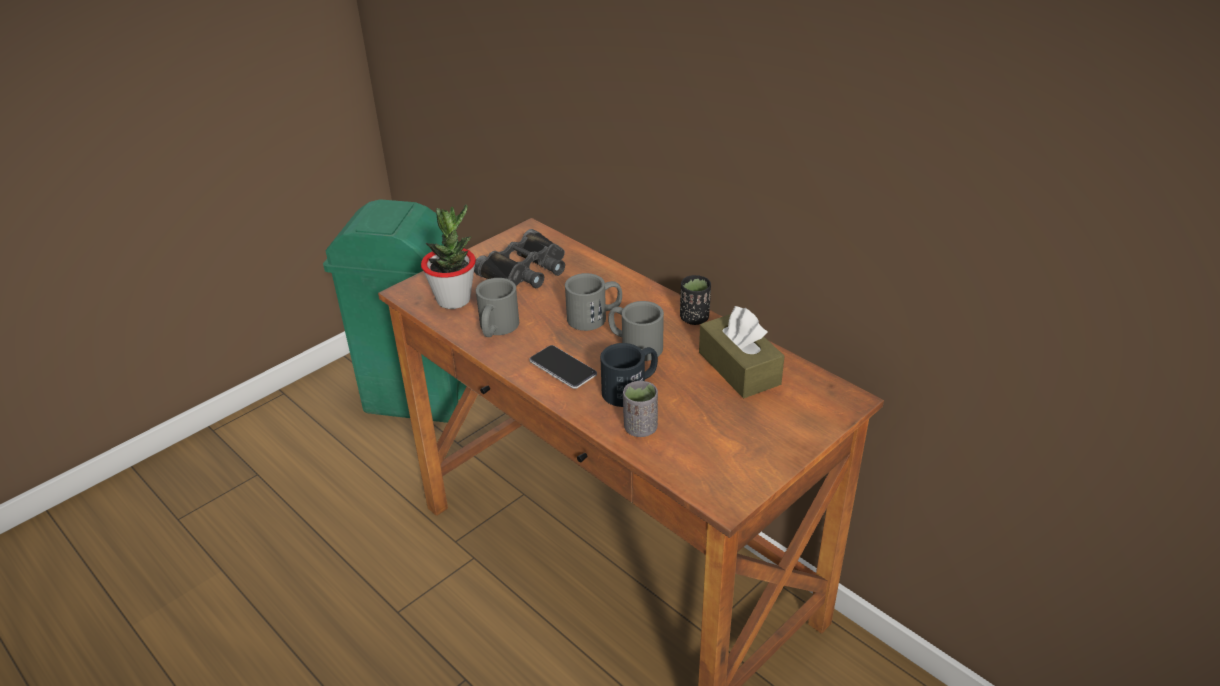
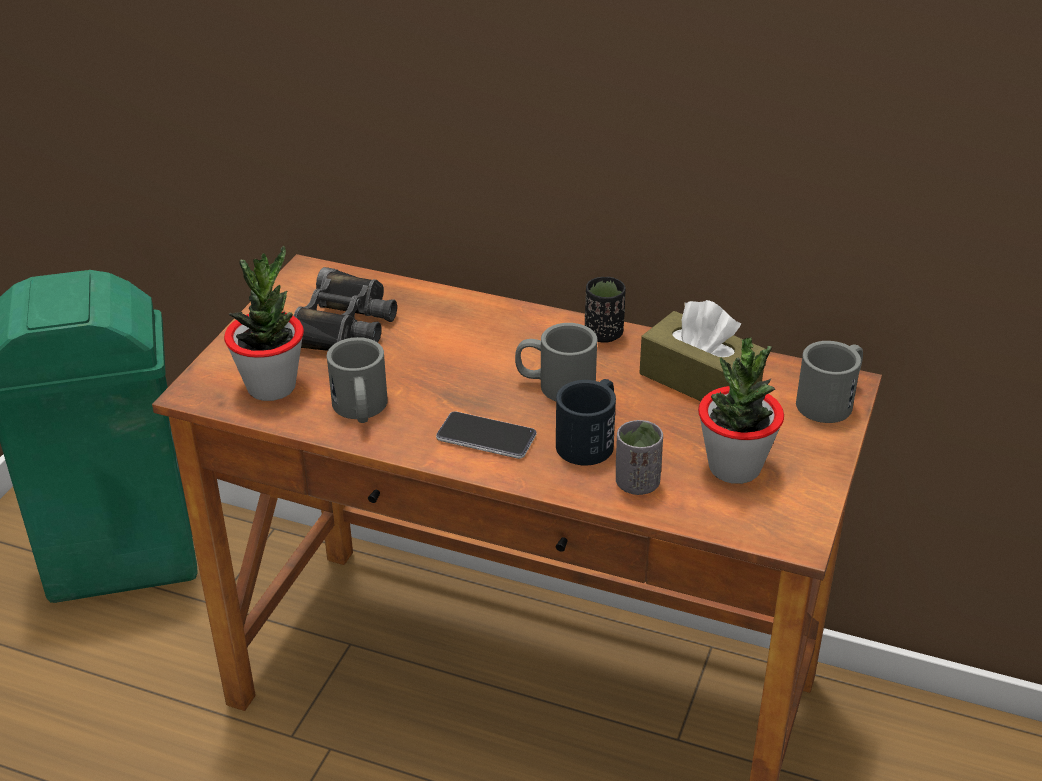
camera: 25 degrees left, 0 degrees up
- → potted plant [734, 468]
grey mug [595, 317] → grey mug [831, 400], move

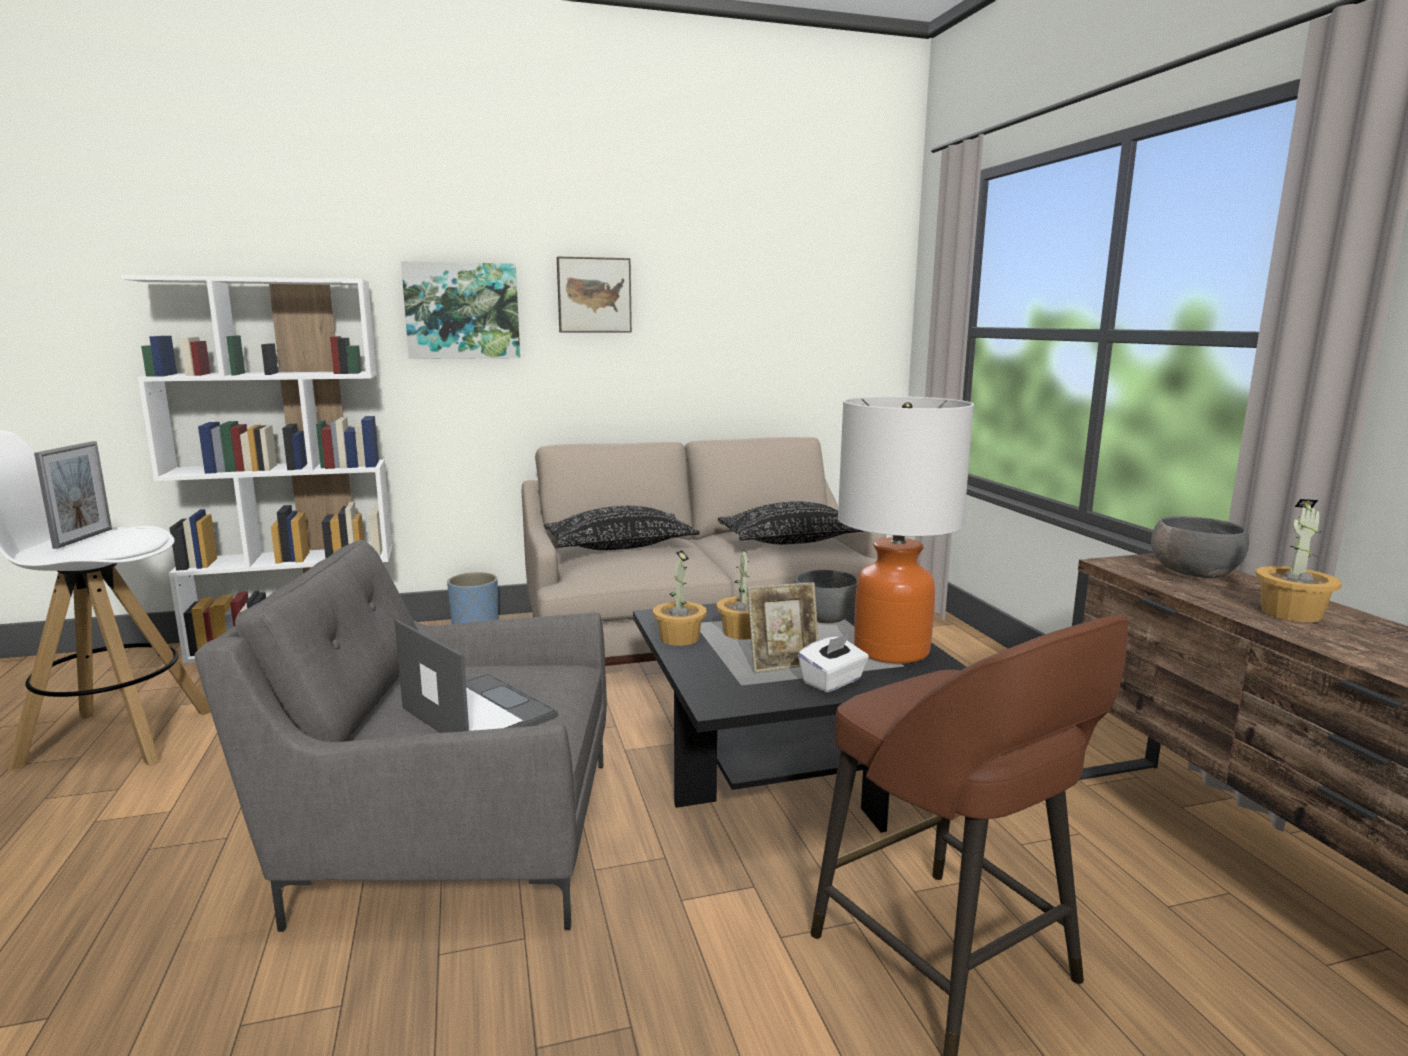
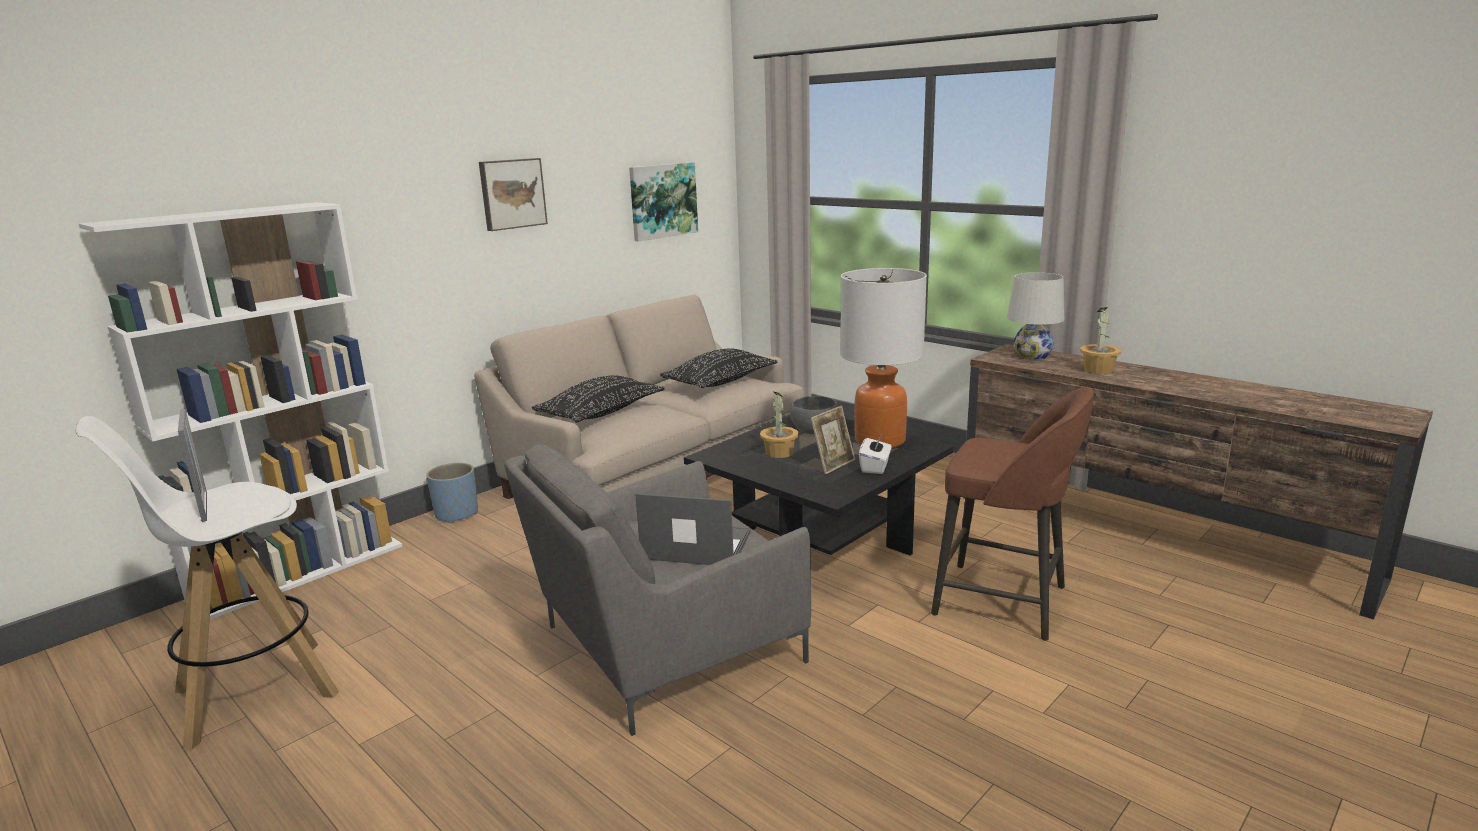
camera: 30 degrees left, 5 degrees up
potted plant [679, 638] → -
picture [462, 311] → picture [662, 200], move
grey bowl [1193, 572] → white table lamp [1032, 356]

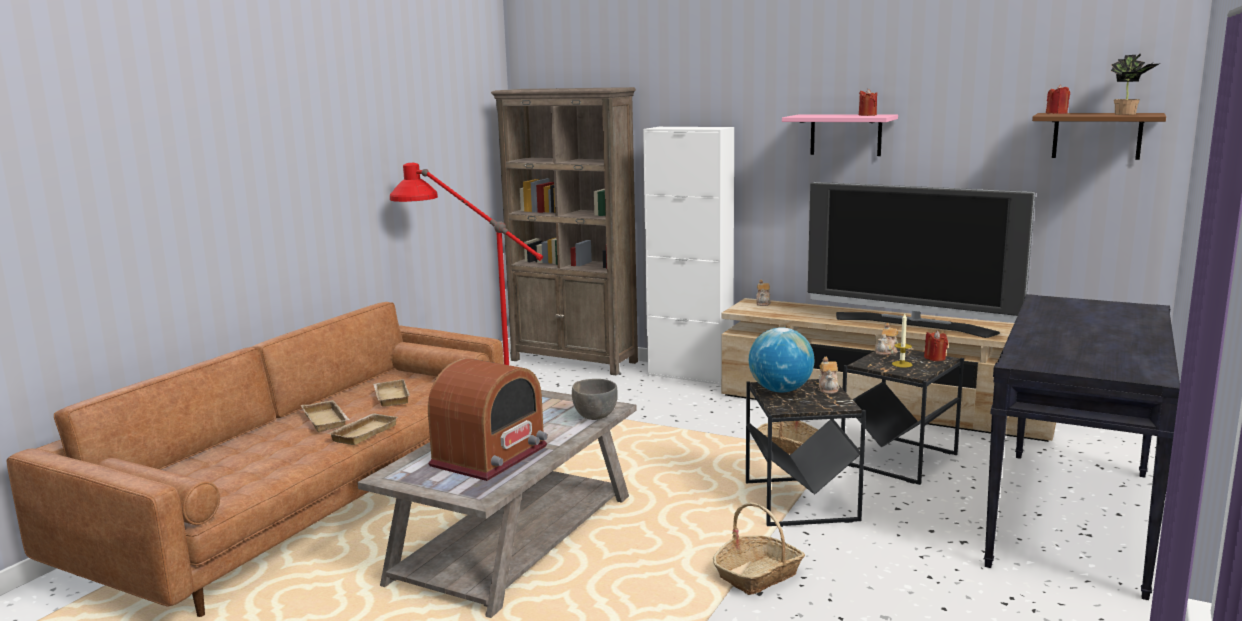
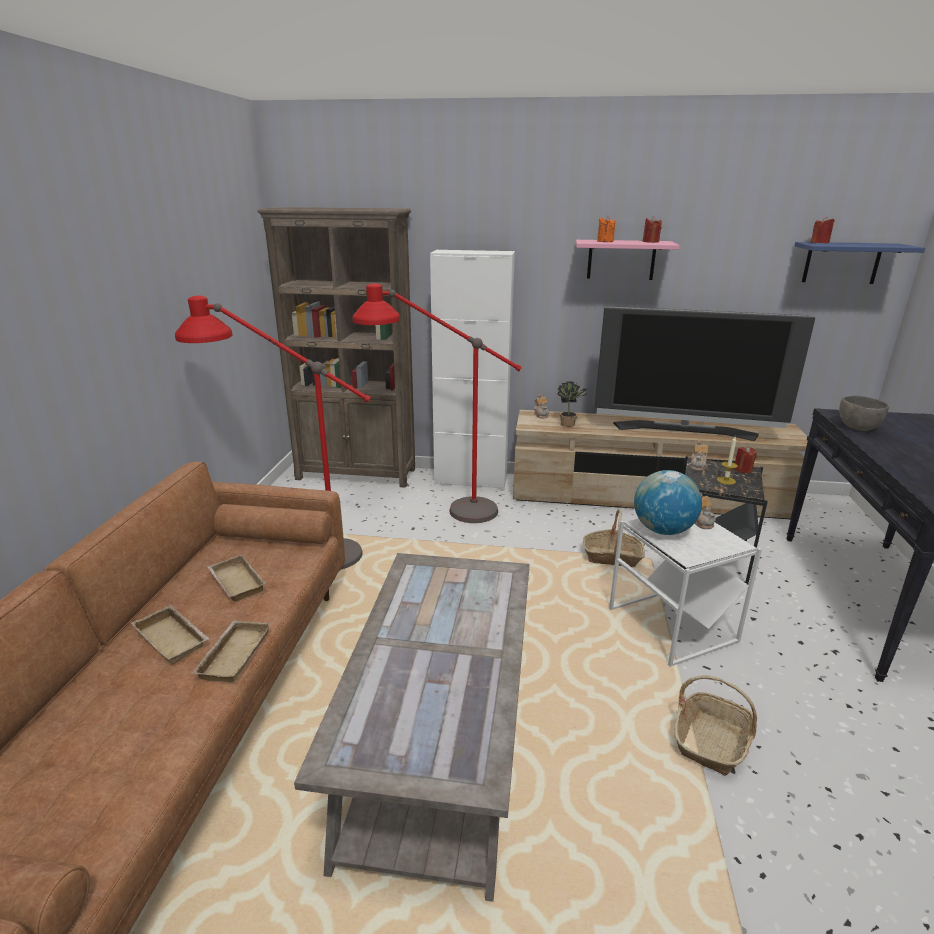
camera: 20 degrees left, 10 degrees up
radio [490, 456] → -
- → red floor lamp [438, 511]
- → orange candle [605, 241]
grey bowl [595, 416] → grey bowl [857, 428], move
potted plant [1128, 114] → potted plant [570, 424], move
black side table [800, 502] → white side table [671, 626]
brown shelf [1097, 136] → blue shelf [841, 263]

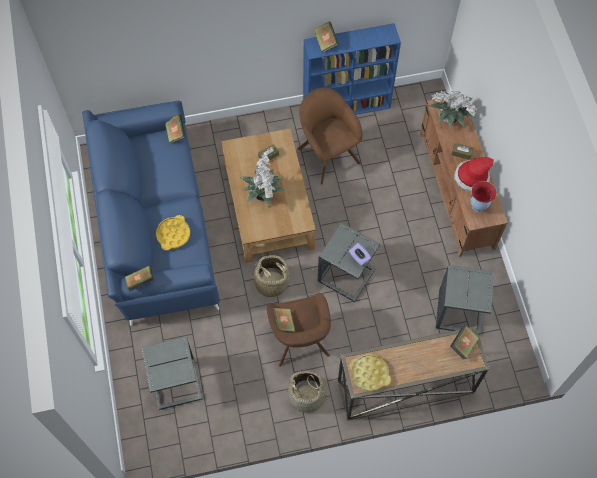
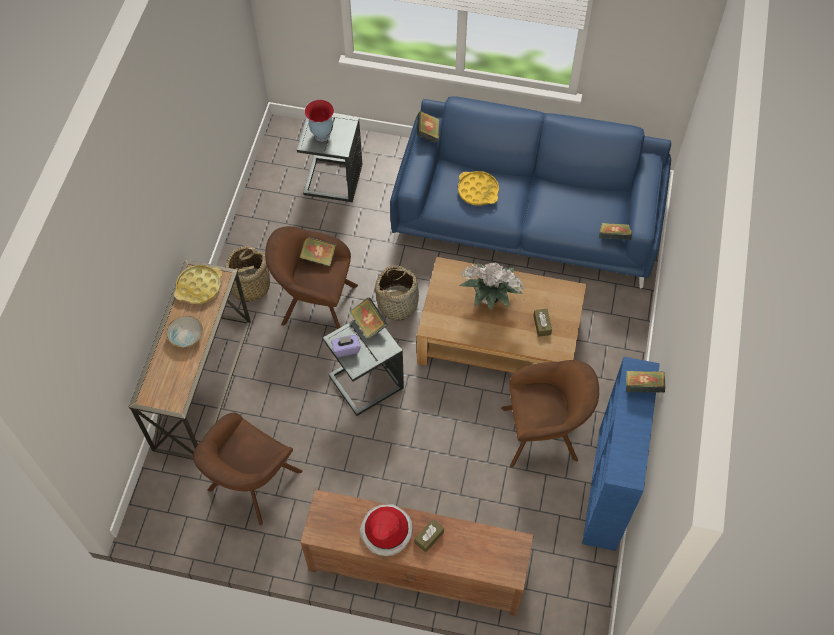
camera: 115 degrees right, 5 degrees down
potted plant [450, 120] → -
- → bowl [186, 336]
book [463, 345] → book [369, 324], move
vase [478, 207] → vase [321, 135], move
grey side table [460, 313] → brown armchair [251, 484]

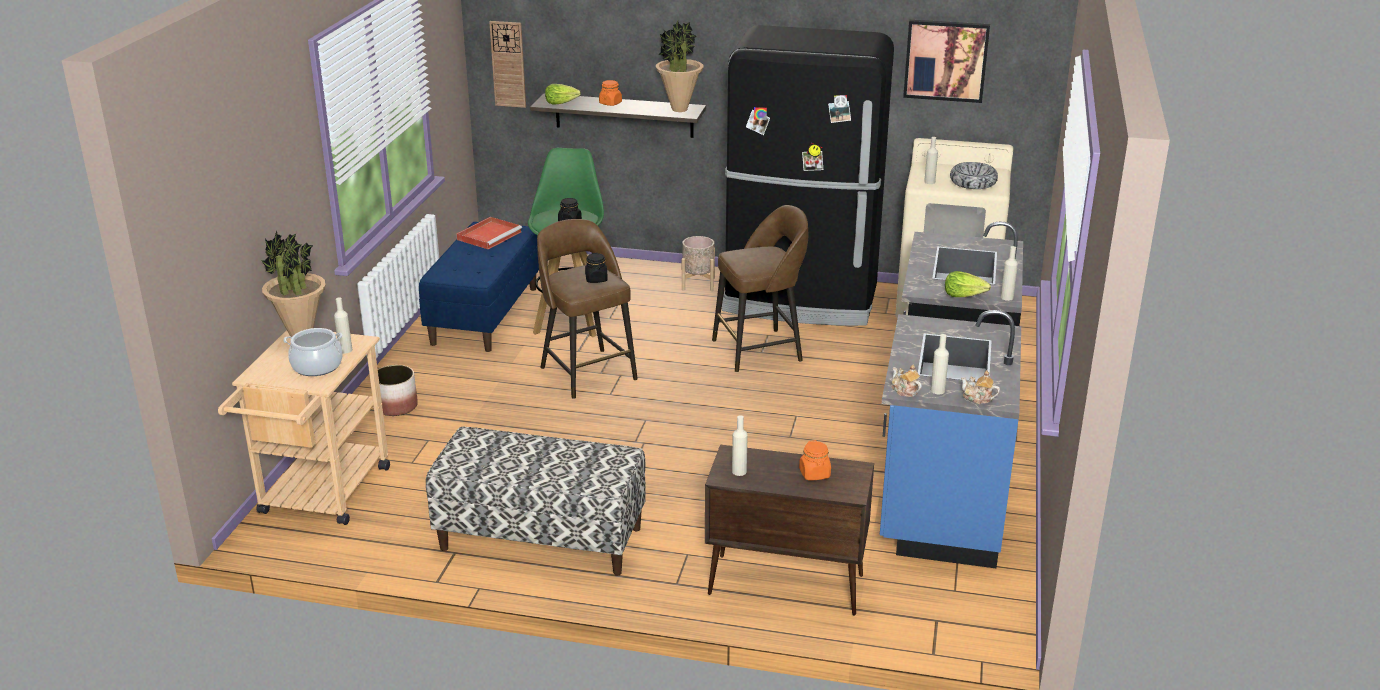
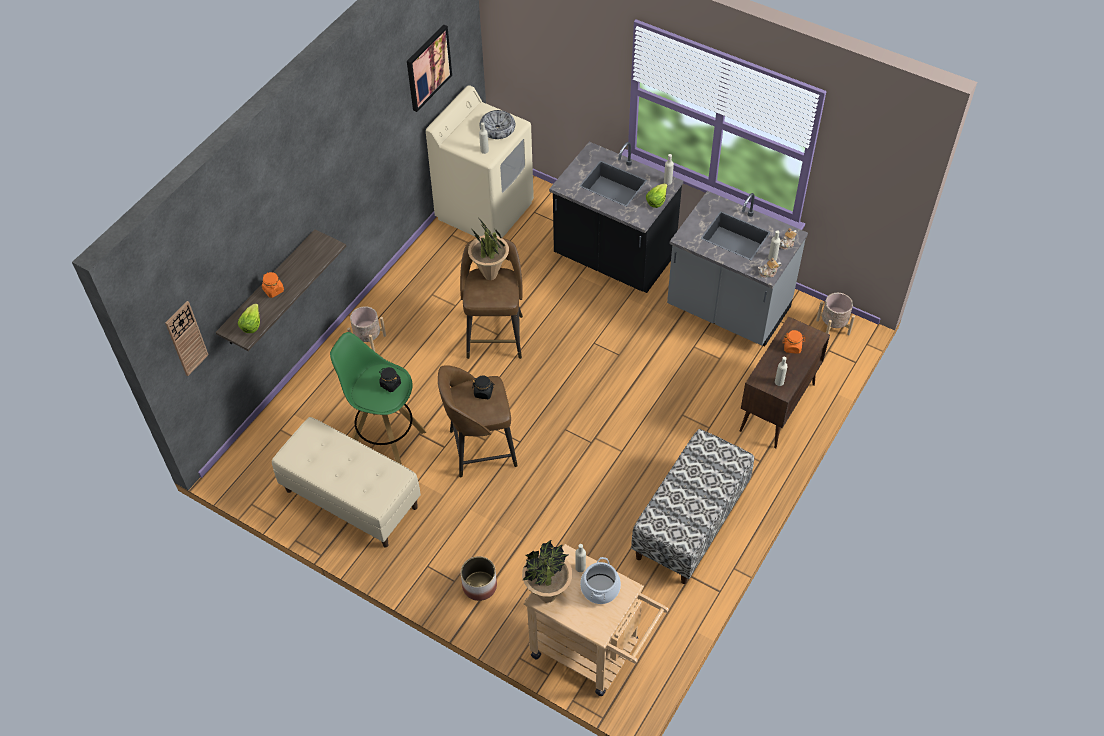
camera: 70 degrees left, 25 degrees up
red tray [490, 235] → -
black fridge [801, 299] → -
- → beige planter [832, 327]
potted plant [679, 109] → potted plant [490, 275], move
blue bench [484, 315] → beige bench [350, 499]
blue counter [939, 510] → grey counter [728, 310]

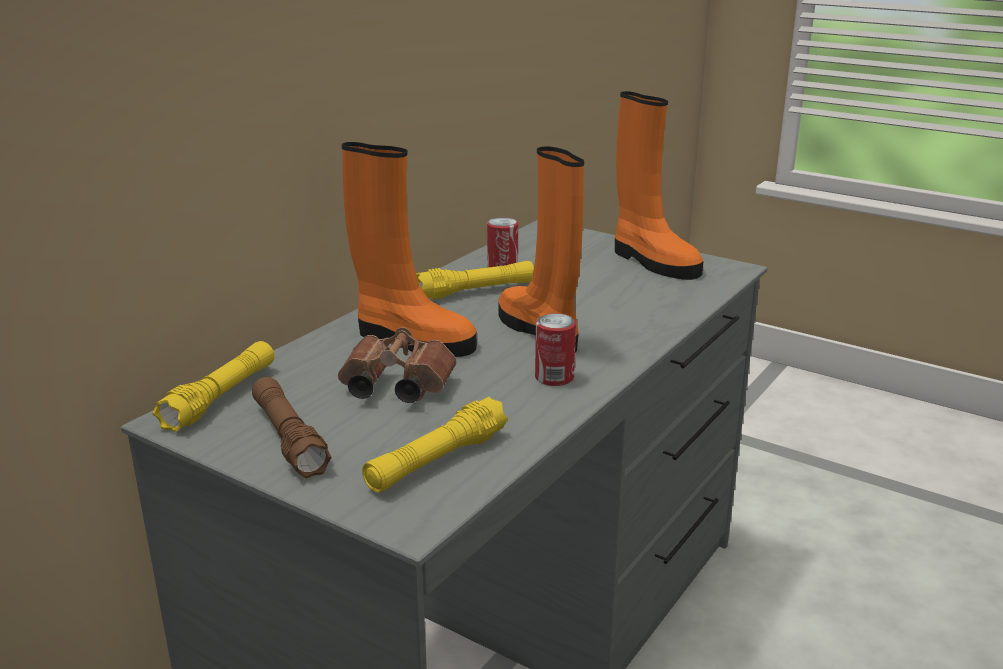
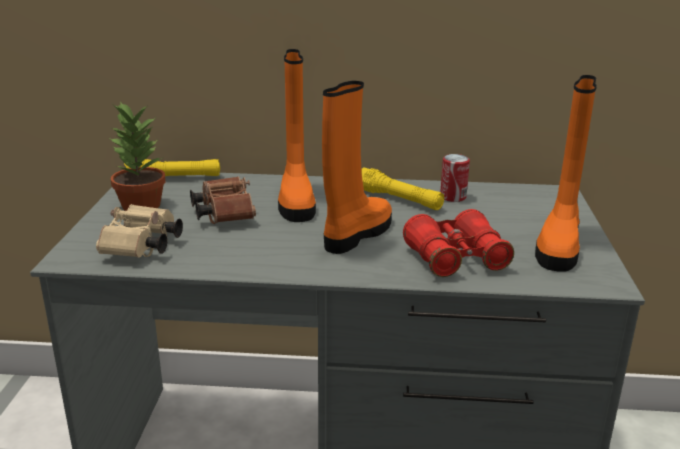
camera: 60 degrees right, 0 degrees up
can [554, 377] → -
- → red binoculars [456, 259]
brown flashlight [289, 439] → potted plant [140, 205]
yellow flashlight [436, 460] → beige binoculars [141, 248]

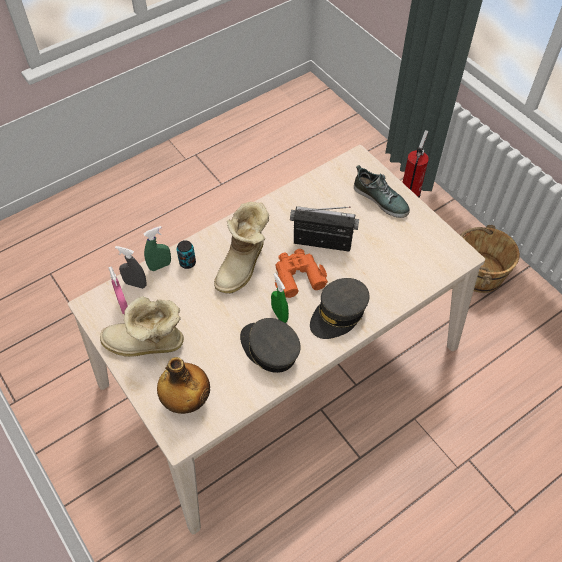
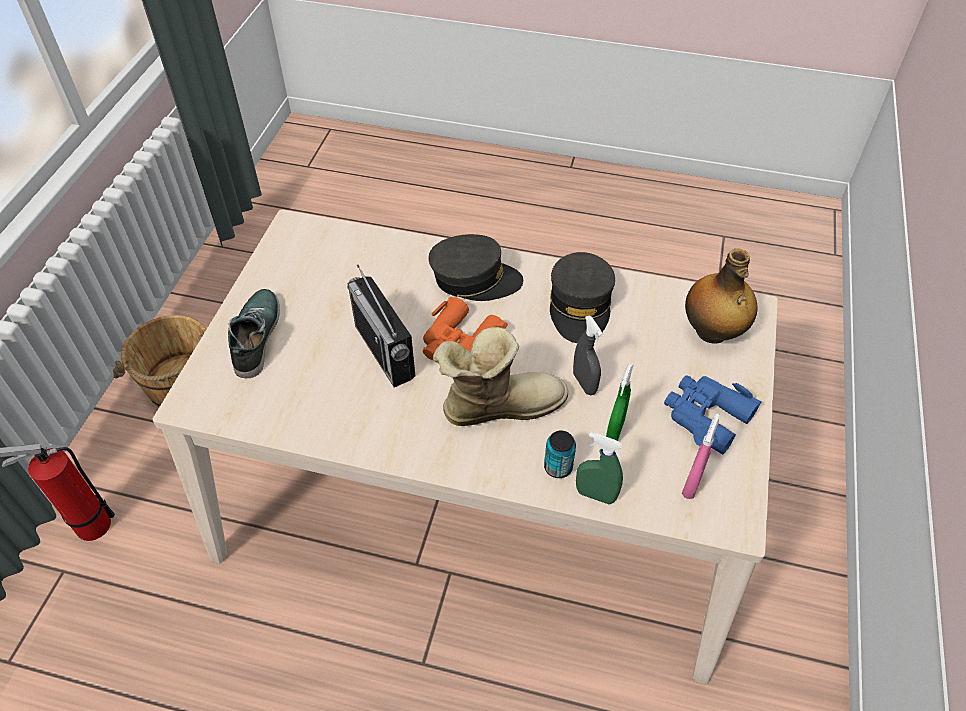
camera: 130 degrees left, 5 degrees down
grey spray bottle [135, 284] → grey spray bottle [584, 383], move
green spray bottle [279, 315] → green spray bottle [614, 431], move
boot [146, 345] → blue binoculars [706, 416]

